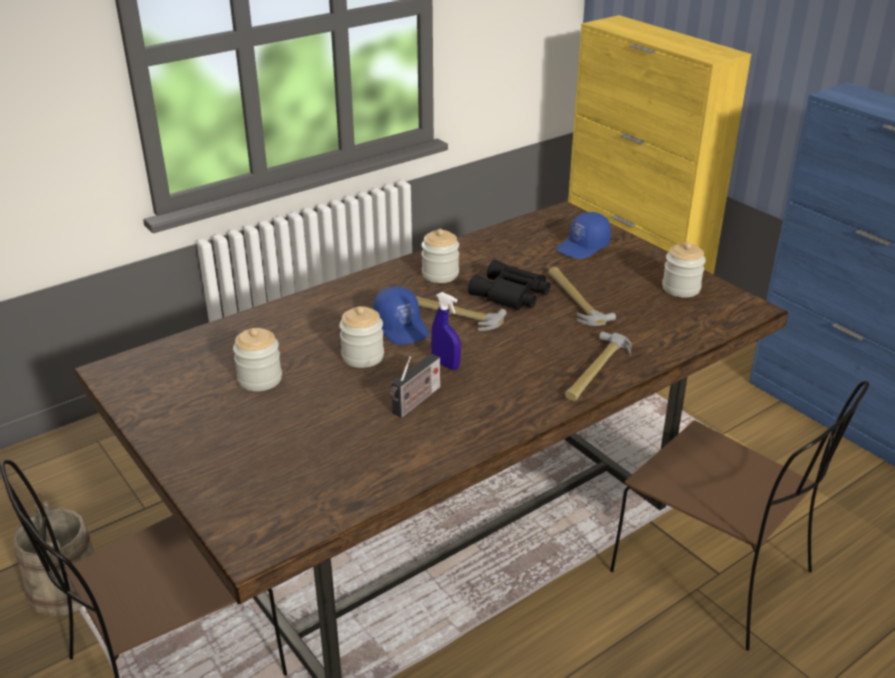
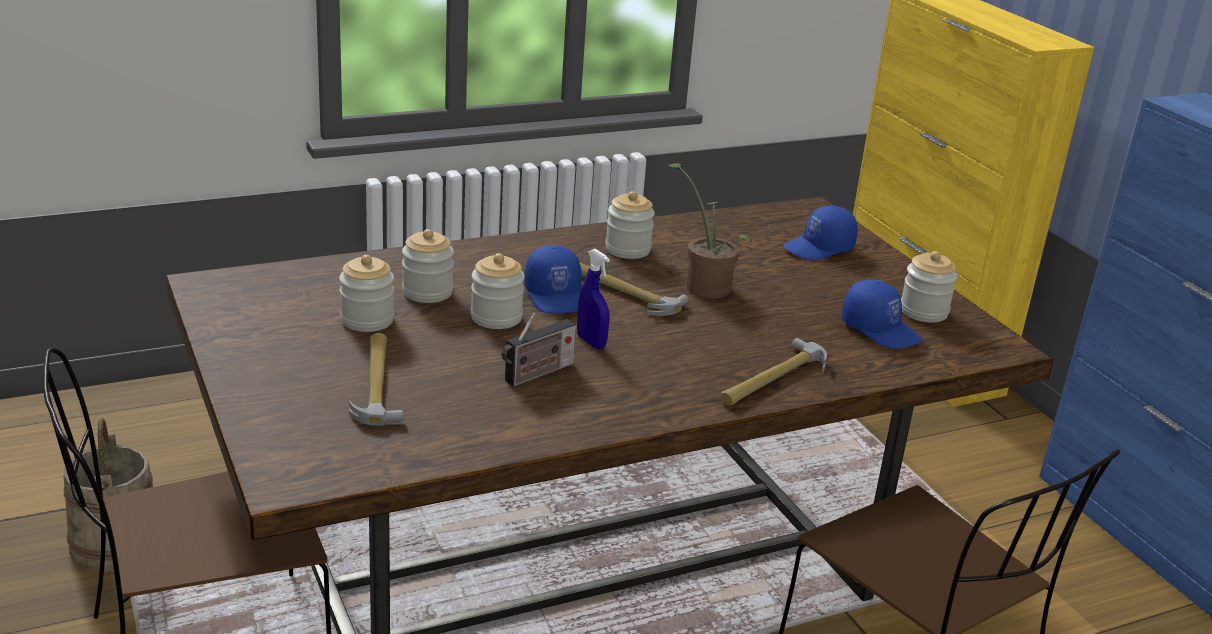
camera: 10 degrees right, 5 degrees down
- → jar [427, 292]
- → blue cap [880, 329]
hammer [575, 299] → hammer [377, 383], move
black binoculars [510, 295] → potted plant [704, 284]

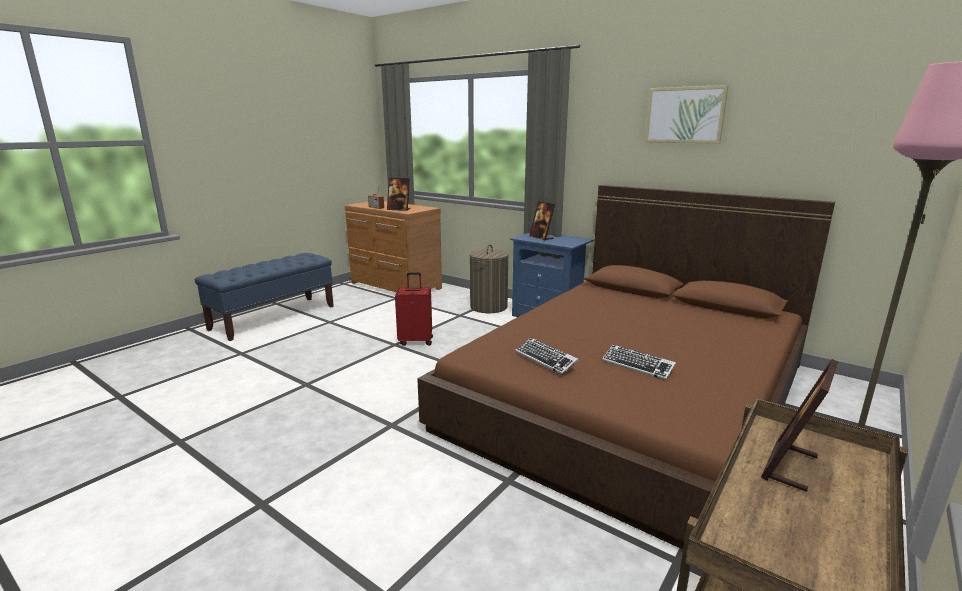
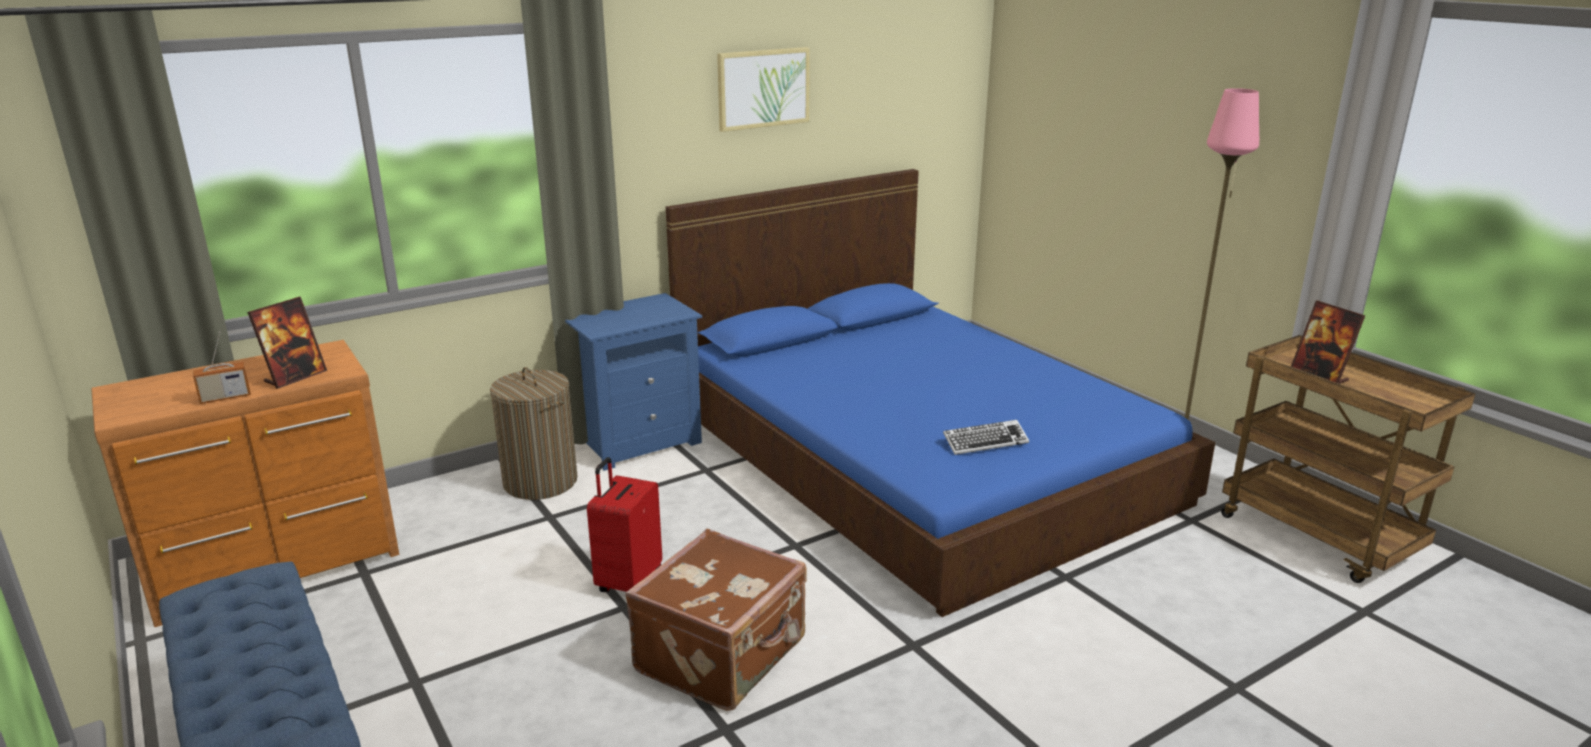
camera: 70 degrees left, 5 degrees up
picture frame [541, 237] → -
keyboard [637, 366] → -
- → brown suitcase [723, 656]
brown bed [632, 394] → blue bed [916, 454]

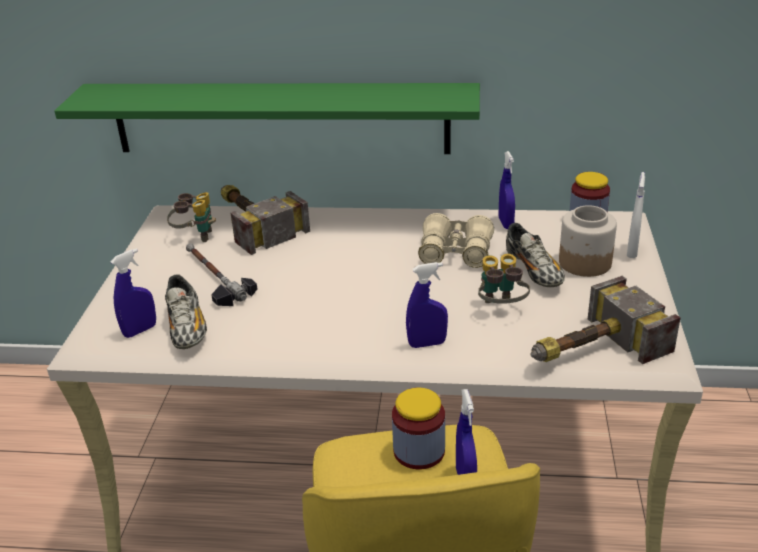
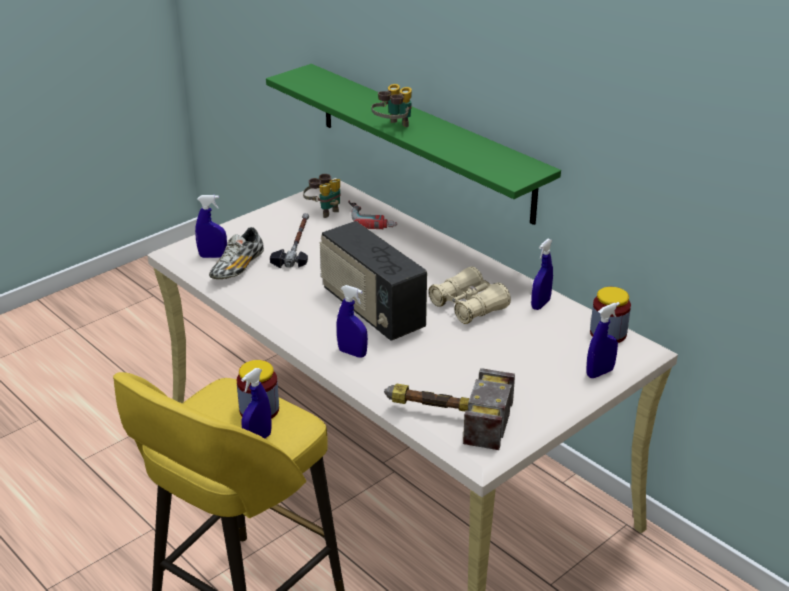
camera: 40 degrees right, 0 degrees up
shoe [534, 271] → -
jar [584, 263] → -
- → radio [371, 310]
binoculars [500, 308] → binoculars [393, 128], move
hammer [252, 222] → power drill [372, 218]
white spray bottle [632, 251] → blue spray bottle [600, 373]

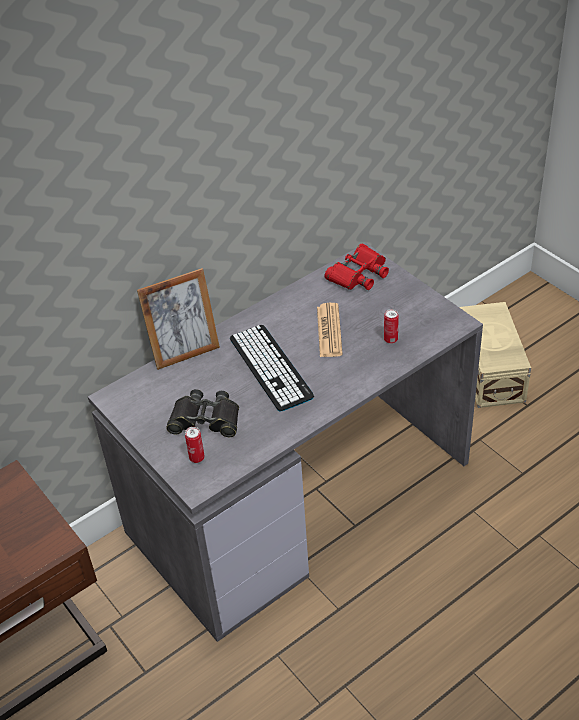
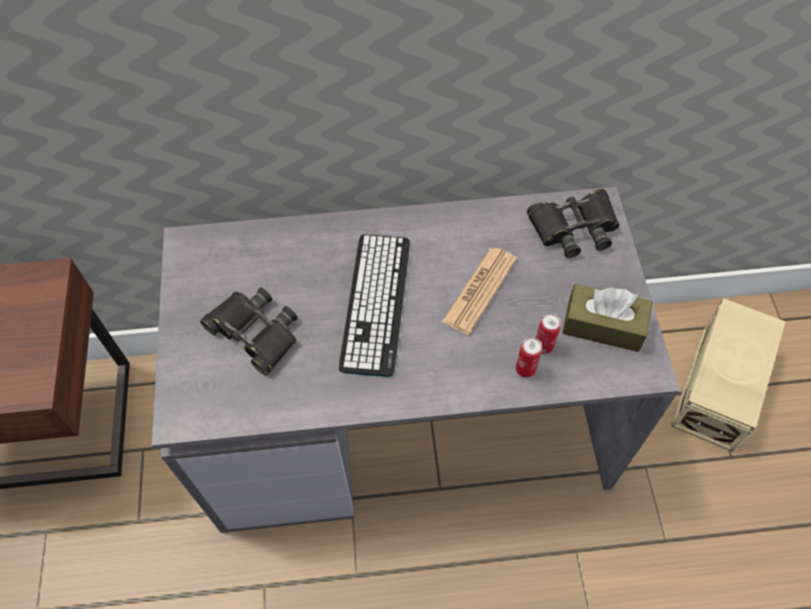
camera: 30 degrees right, 15 degrees up
picture frame [185, 352] → -
- → brown tissue box [603, 326]
can [197, 458] → can [525, 369], move
red binoculars [358, 274] → black binoculars [574, 227]

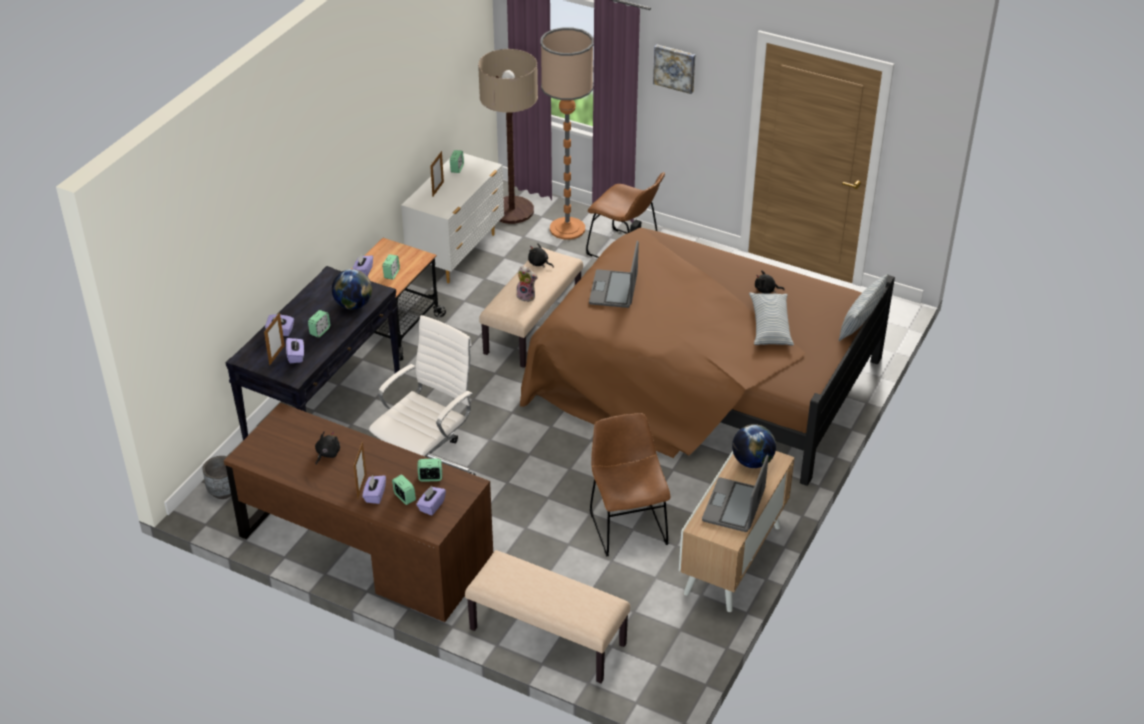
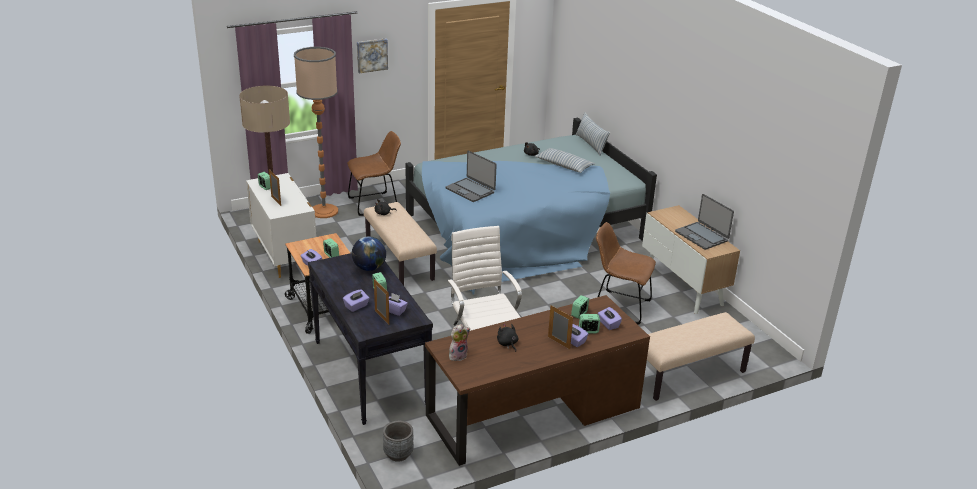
camera: 55 degrees left, 10 degrees down
globe [752, 462] → -
plush toy [527, 296] → plush toy [458, 355], move
brown bed [702, 379] → blue bed [523, 231]

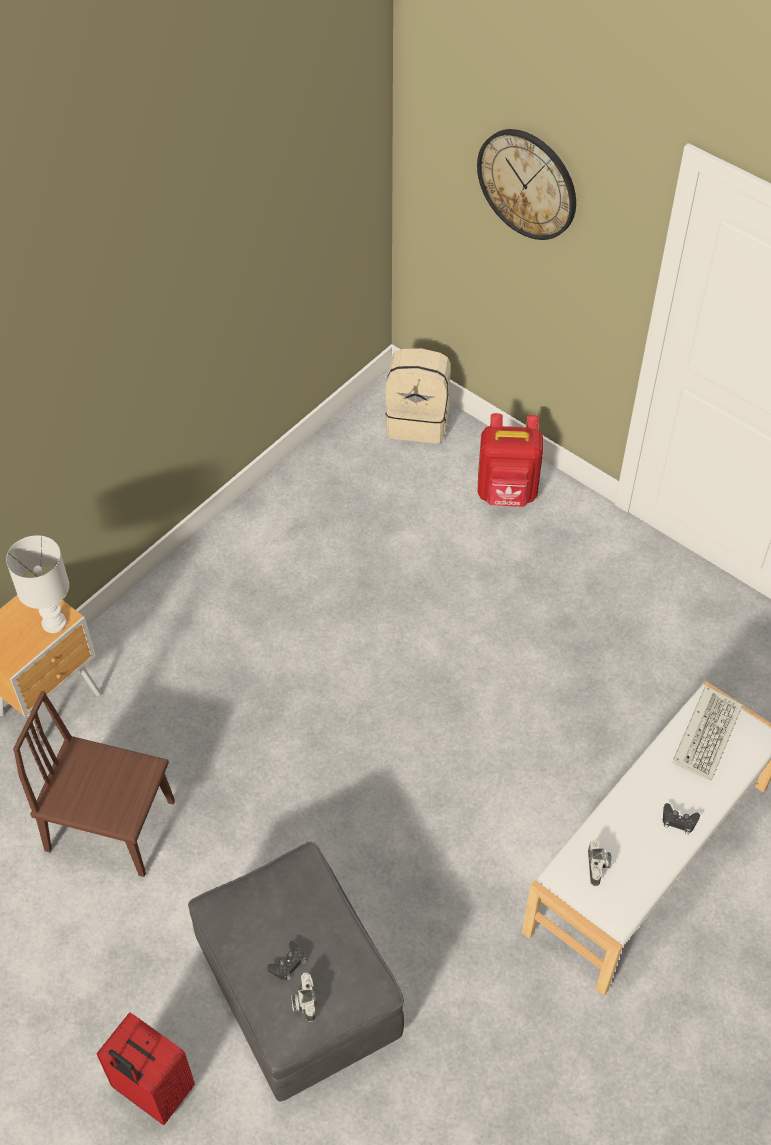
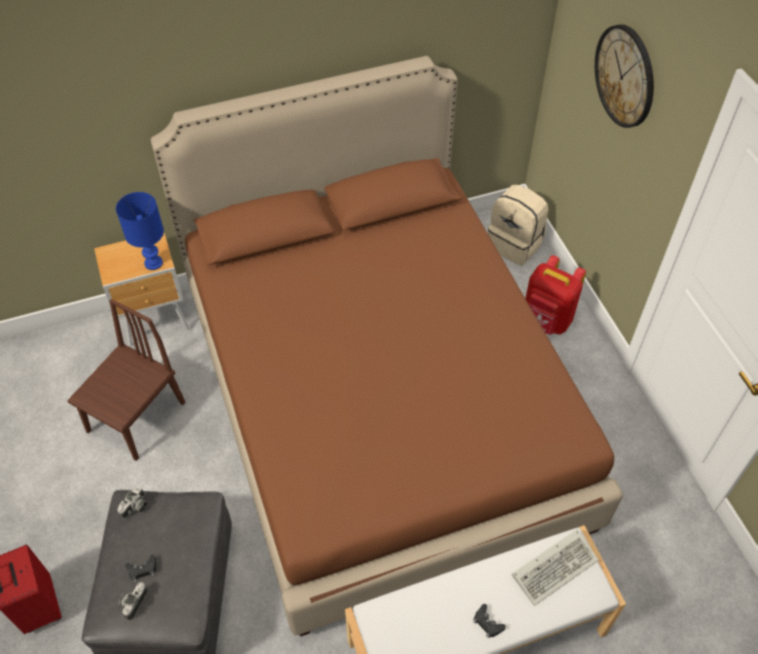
camera: 30 degrees right, 0 degrees up
- → brown bed [378, 402]
photo camera [598, 867] → photo camera [135, 507], move
white table lamp [53, 624] → blue table lamp [152, 263]
brown chair [110, 825] → brown chair [136, 417], 75 degrees clockwise

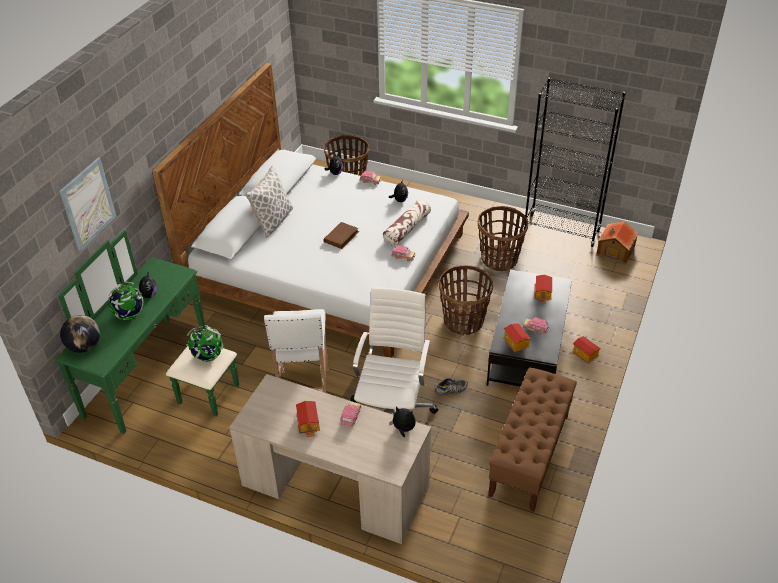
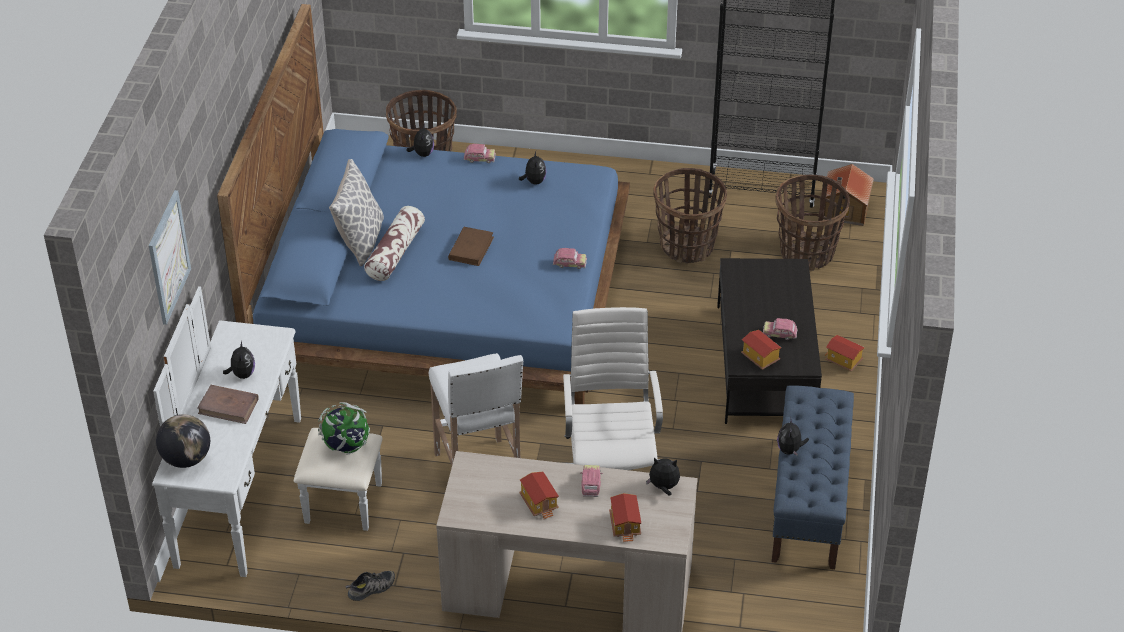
camera: 15 degrees left, 0 degrees up
- → plush toy [790, 450]
pillow [407, 228] → pillow [395, 252], move
shoe [451, 390] → shoe [371, 589], move
basket [463, 321] → basket [807, 253], move
toy house [543, 294] → toy house [625, 525], move
globe [129, 315] → brown book [228, 406]
green dresser [161, 377] → white dresser [264, 492]
white bed [330, 265] → blue bed [445, 293]
brown bench [529, 455] → blue bench [808, 502]

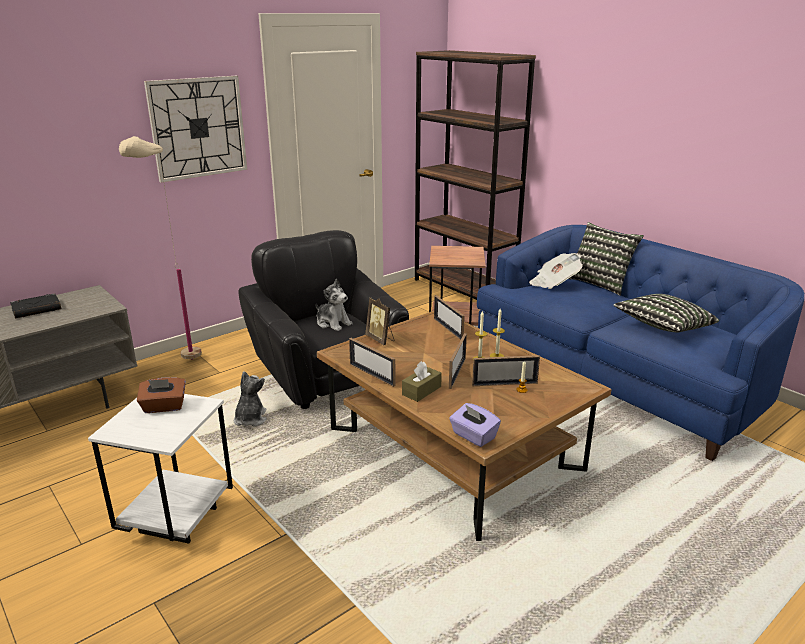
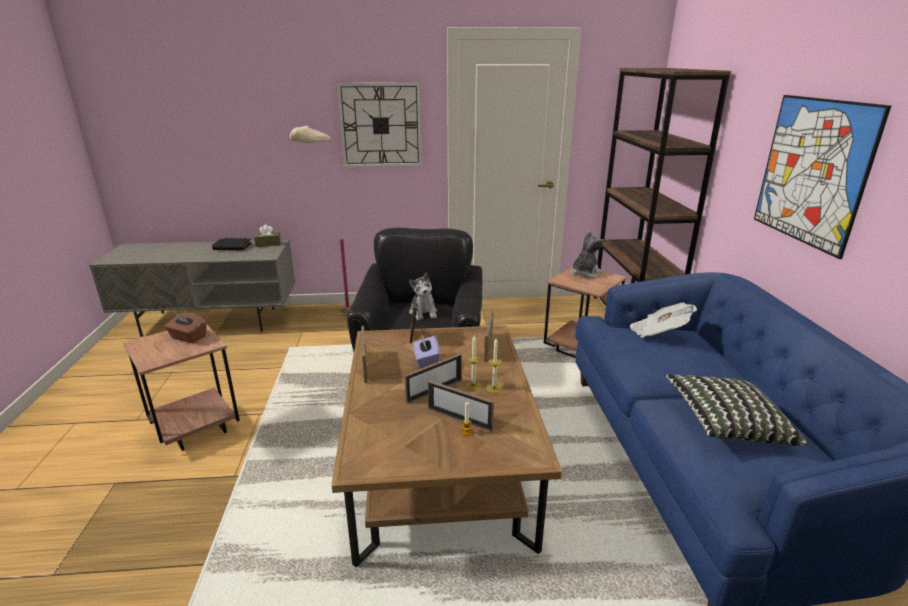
camera: 35 degrees right, 0 degrees up
pillow [600, 283] → -
- → picture [812, 172]
plush toy [250, 419] → plush toy [584, 273], move
brown tissue box [421, 391] → brown tissue box [268, 244], move
purple tissue box [473, 436] → purple tissue box [426, 362], move
white side table [176, 521] → brown side table [196, 430]

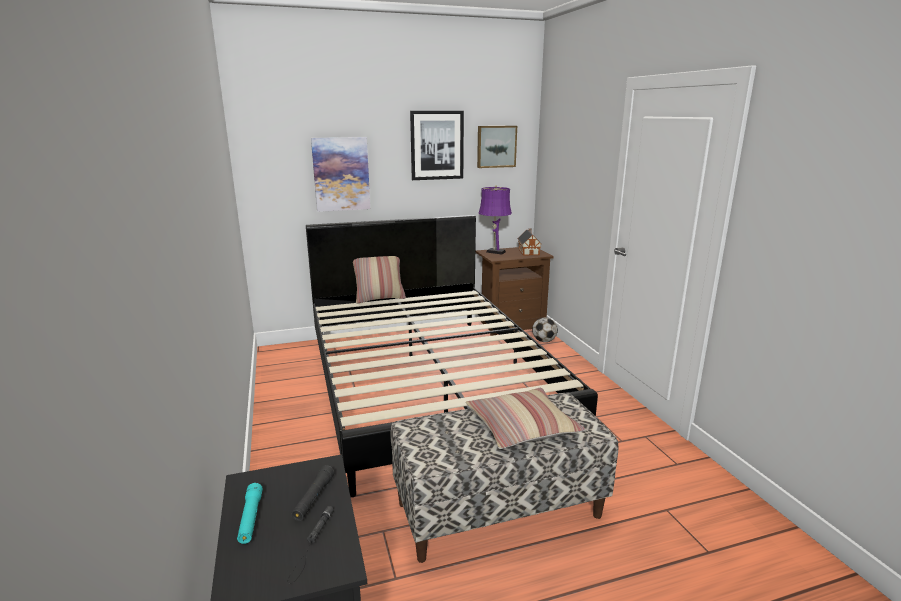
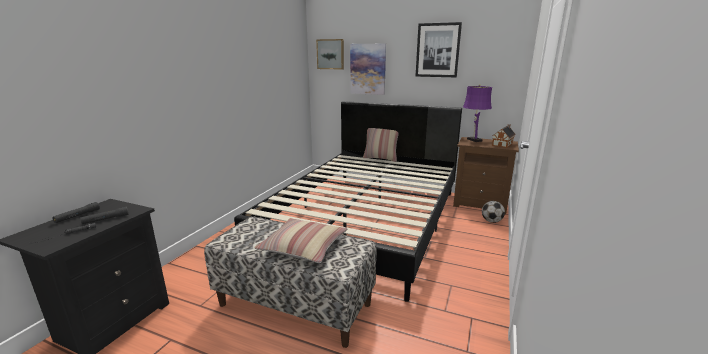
camera: 40 degrees right, 0 degrees up
picture [496, 146] → picture [330, 54], move
turquoise flashlight [250, 518] → black flashlight [77, 216]

